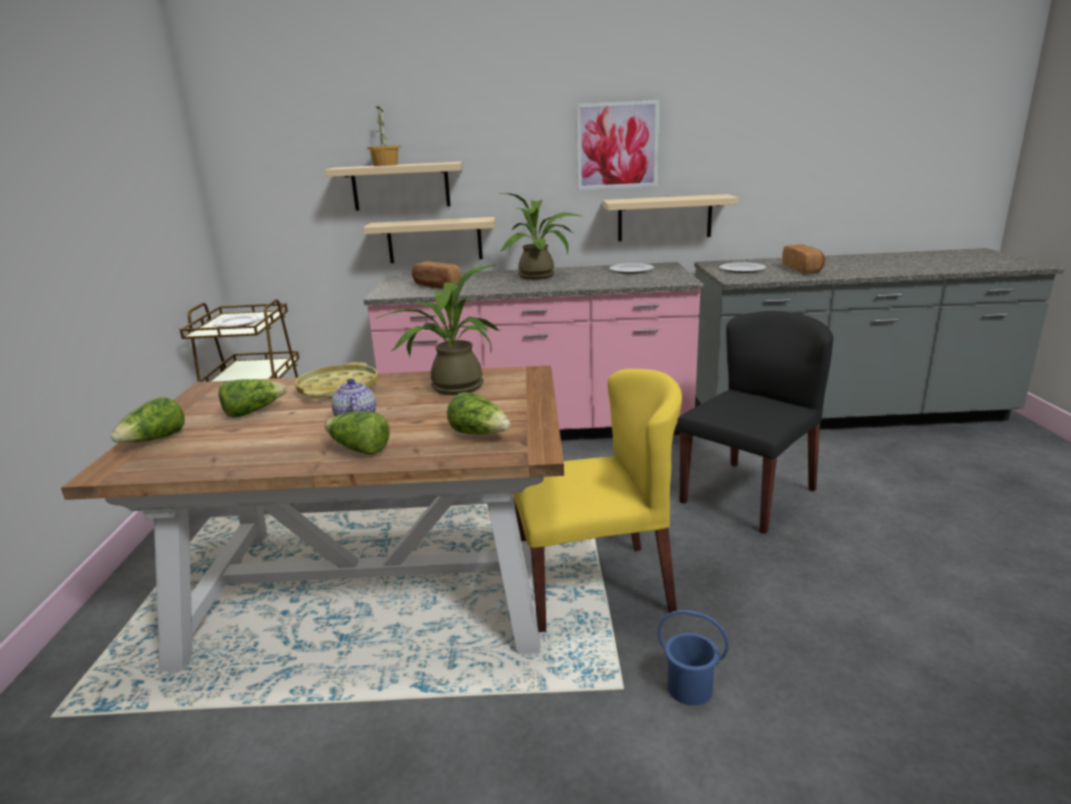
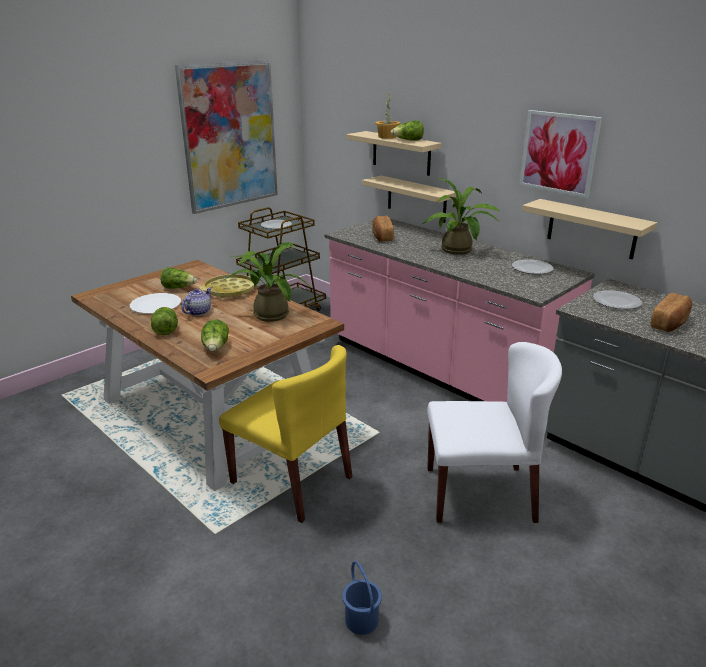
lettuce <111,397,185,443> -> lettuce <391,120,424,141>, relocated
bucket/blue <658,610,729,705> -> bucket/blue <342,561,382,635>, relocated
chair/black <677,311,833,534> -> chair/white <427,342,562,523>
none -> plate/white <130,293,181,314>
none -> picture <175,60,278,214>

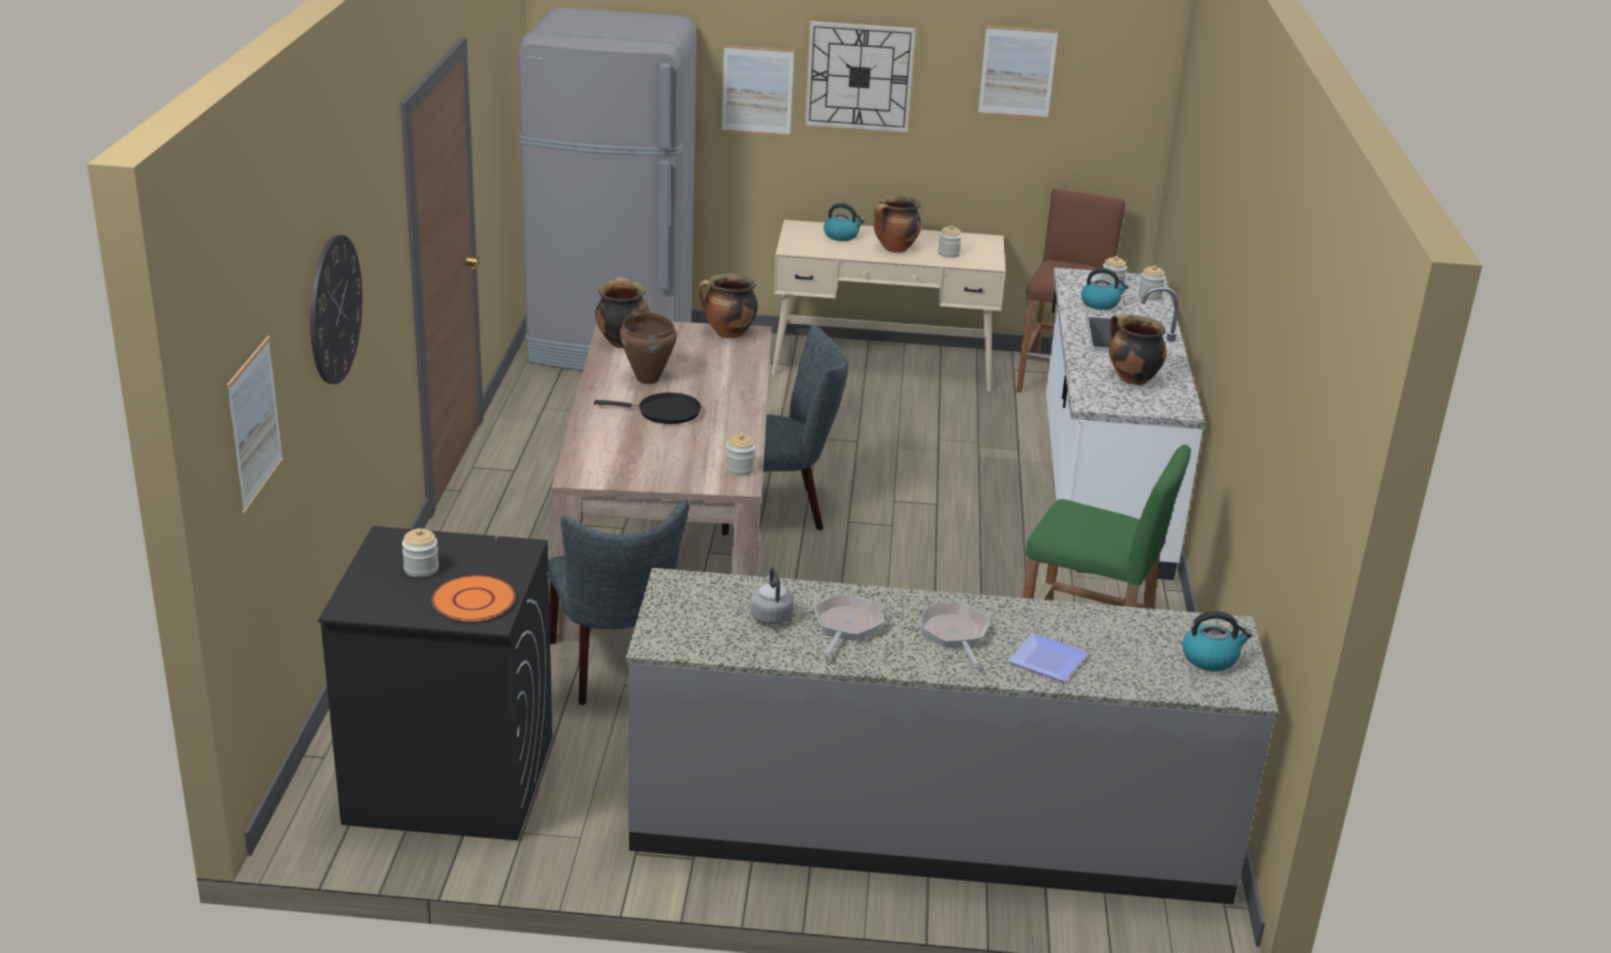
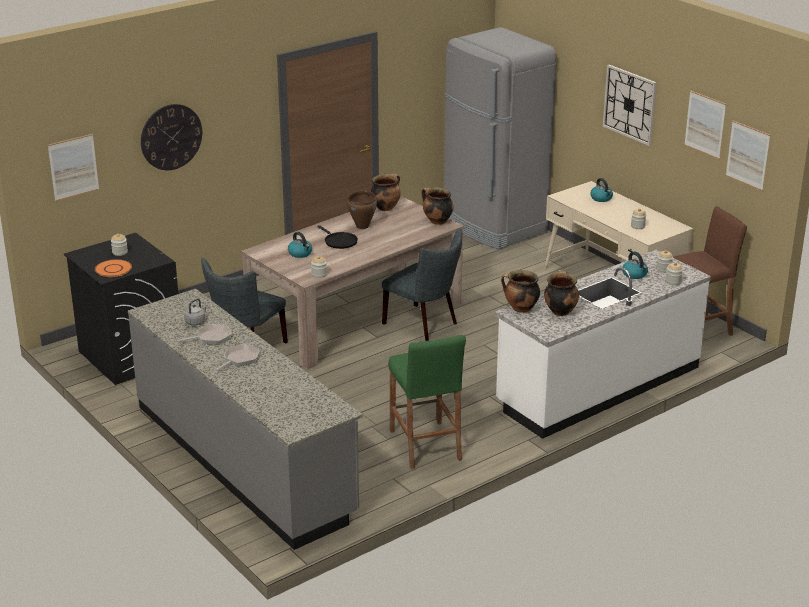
picture <722,45,794,136> -> picture <726,120,770,191>, relocated
cooking pot <874,196,921,253> -> cooking pot <501,270,540,313>, relocated
plate <1008,633,1089,682> -> none
kettle <1183,611,1252,671> -> kettle <288,232,312,258>, relocated

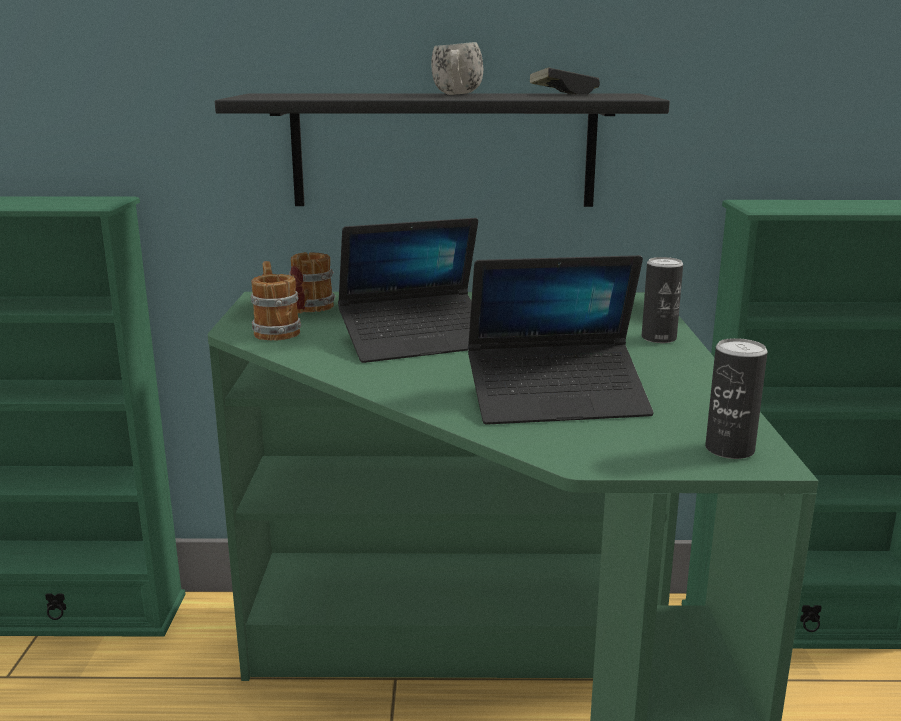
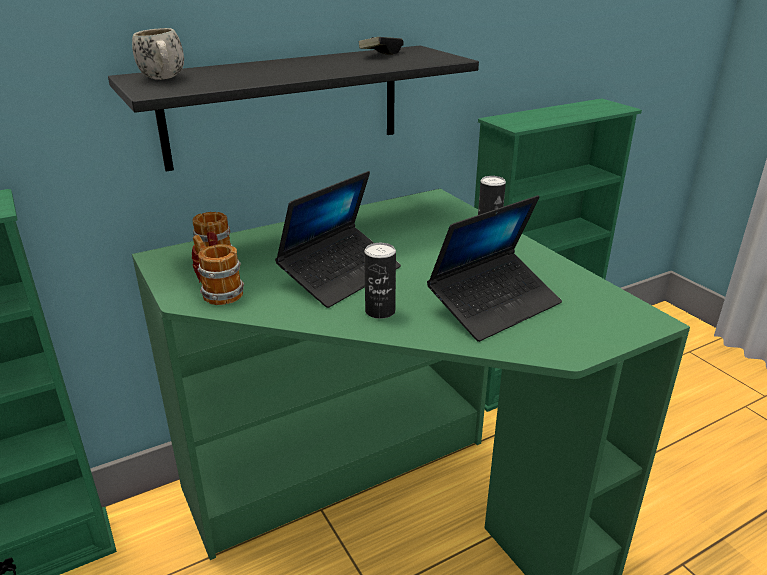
mug/white <431,42,483,95> -> mug/white <132,28,184,80>, relocated
can <705,338,767,459> -> can <364,243,396,319>, relocated

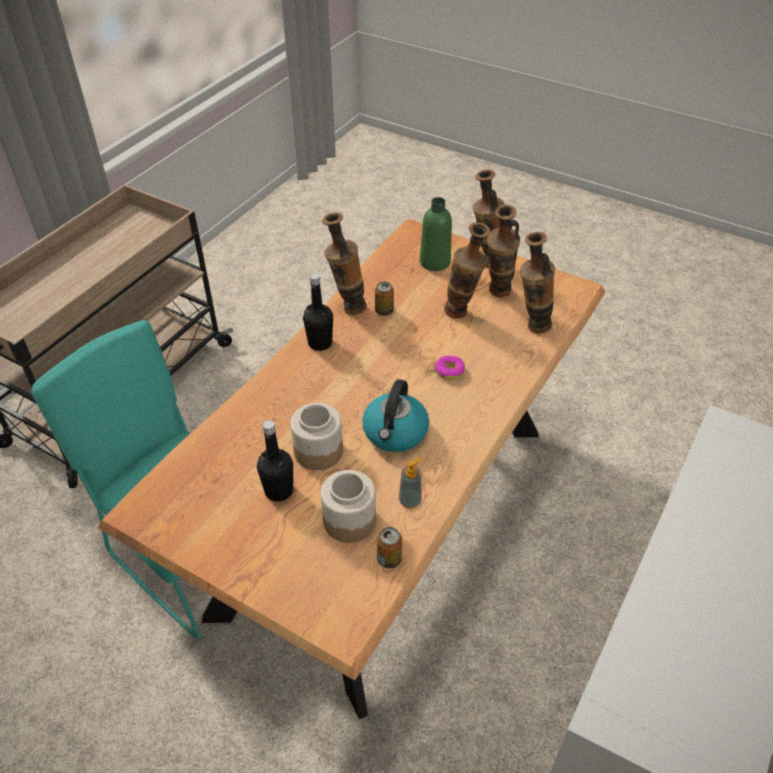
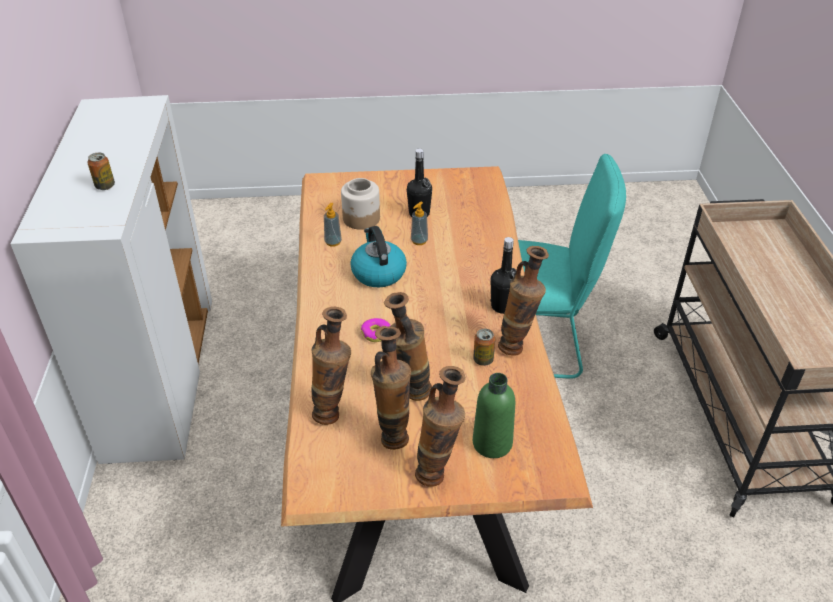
jar <290,403,343,470> -> soap dispenser <411,202,428,245>
can <377,527,402,569> -> can <87,153,115,190>, relocated

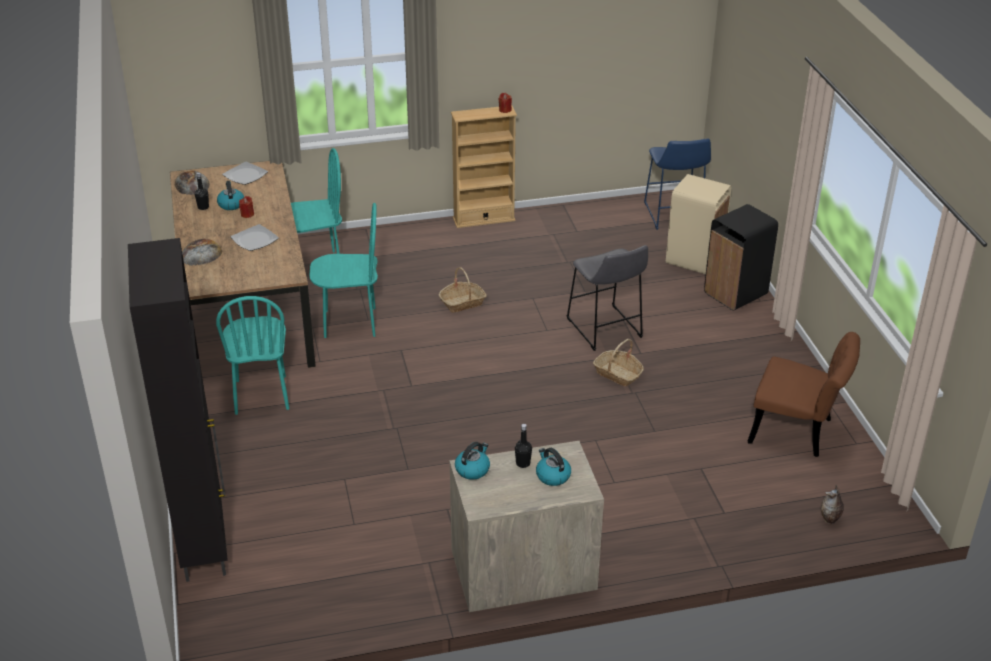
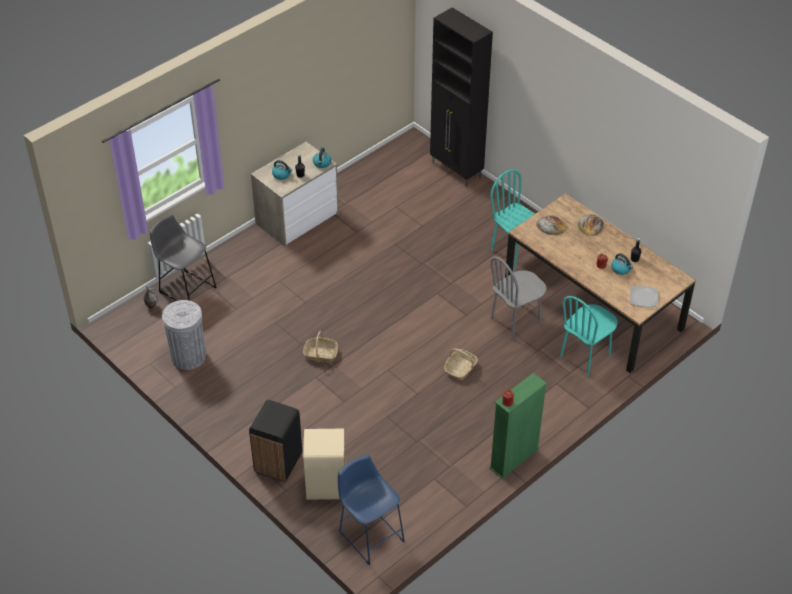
bread <175,171,210,195> -> bread <536,215,567,235>, relocated
plate <231,224,279,251> -> none
chair/turquoise <309,203,378,338> -> chair/grey <491,257,547,340>
bookcase/beige <451,106,517,228> -> bookcase/green <489,373,547,478>
stool/grey <566,245,648,351> -> stool/grey <150,214,217,301>, relocated
chair/brown <748,332,860,457> -> trash can/grey <162,300,206,370>

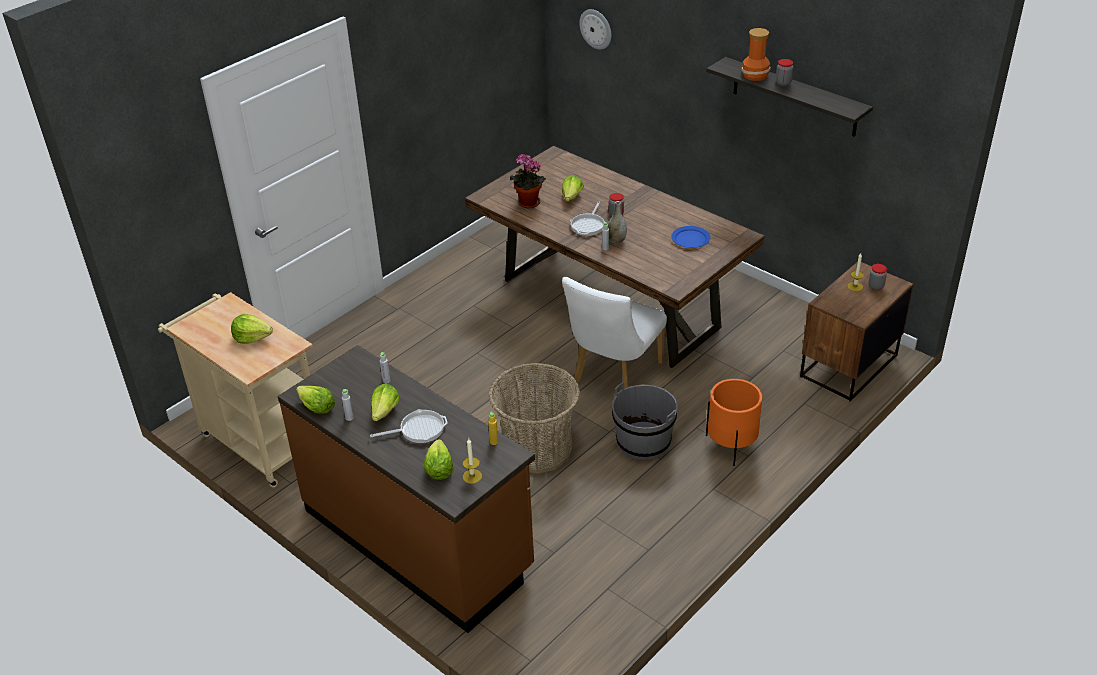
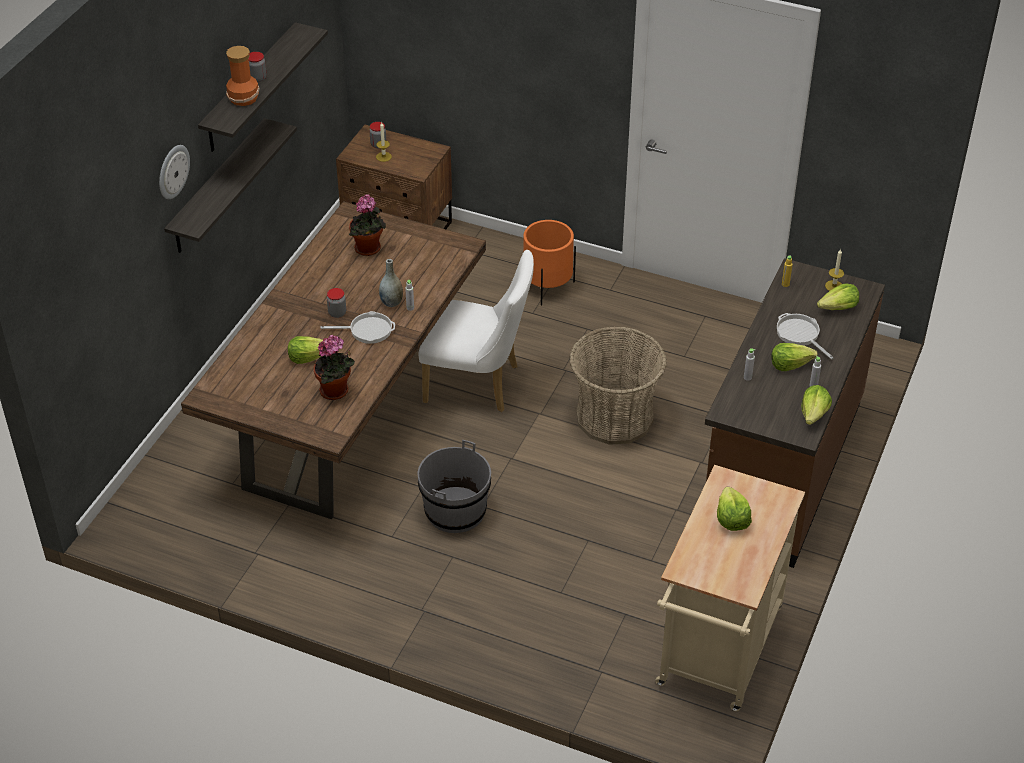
wall clock <579,9,611,49> -> wall clock <159,145,190,199>, relocated
bucket/grey <612,382,678,460> -> bucket/grey <417,440,491,533>, relocated
plate/blue <672,226,710,248> -> potted plant <349,194,386,256>
none -> shelf <164,118,297,253>

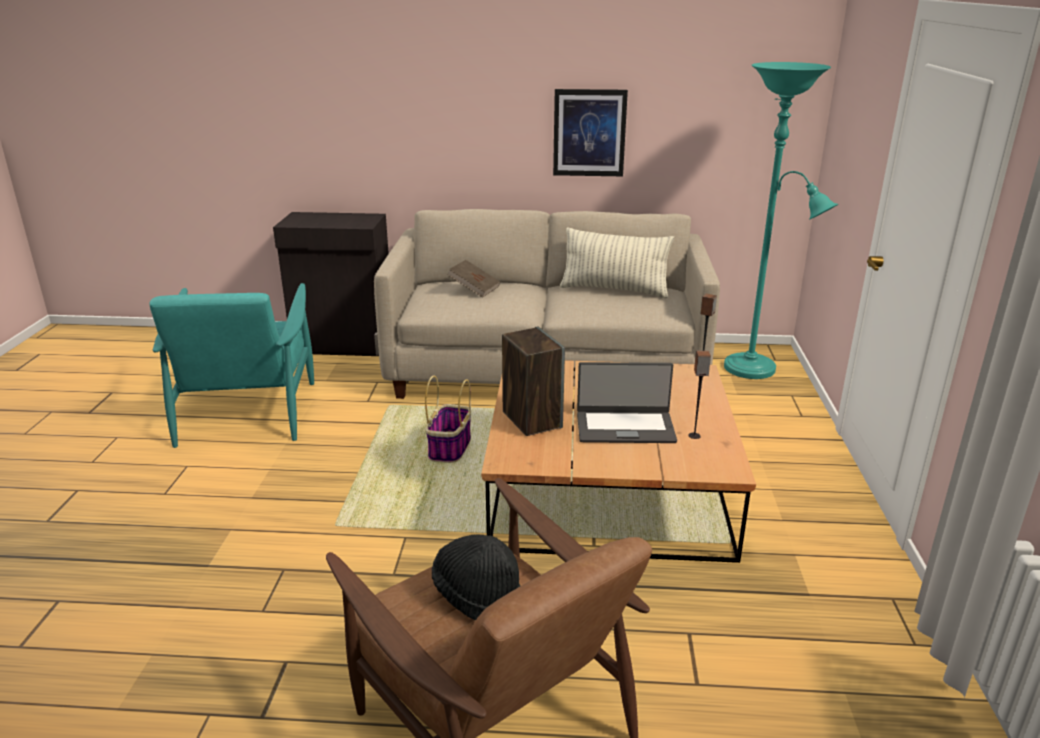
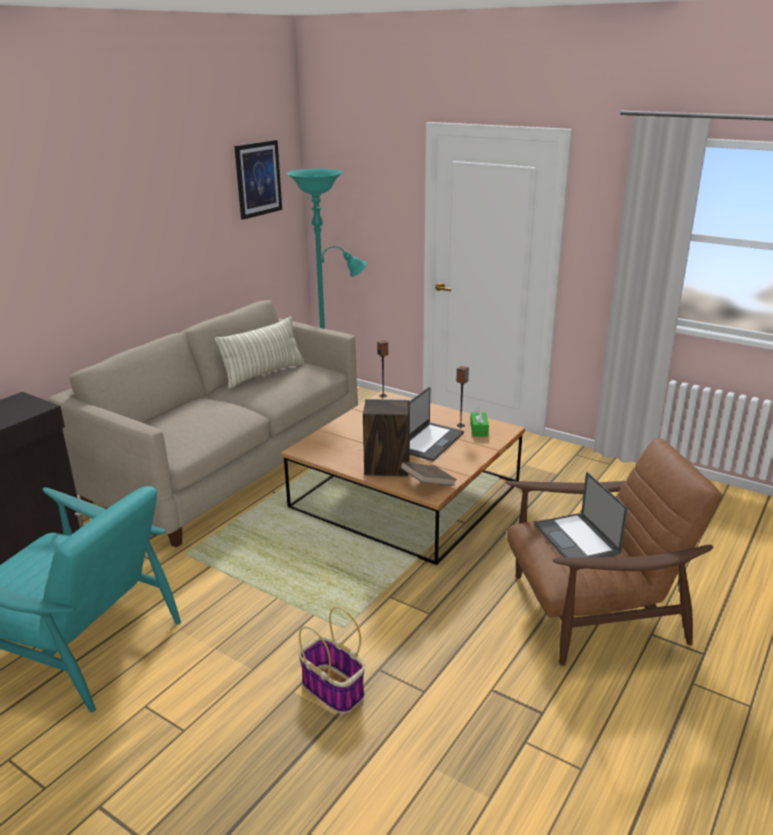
basket <425,376,471,463> -> basket <298,607,365,714>, relocated
hat/black <432,534,520,620> -> laptop <534,472,628,557>
book/brown <447,260,500,298> -> book/brown <401,462,457,486>, relocated
picture <553,89,628,176> -> picture <234,140,282,220>, relocated
none -> tissue box/green <470,407,489,436>

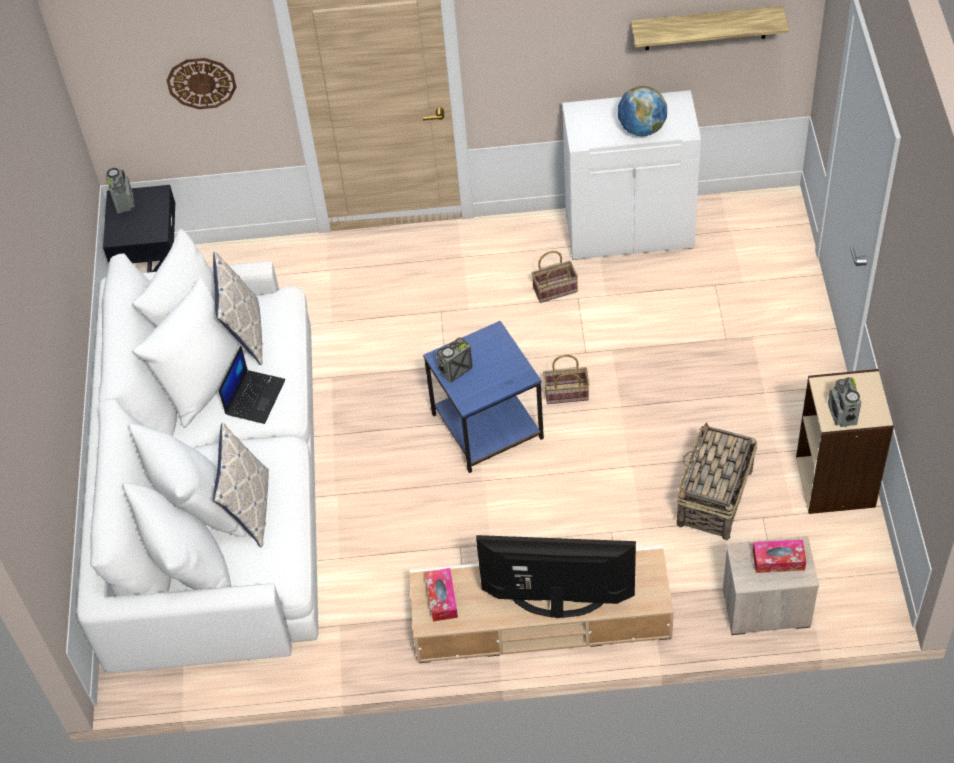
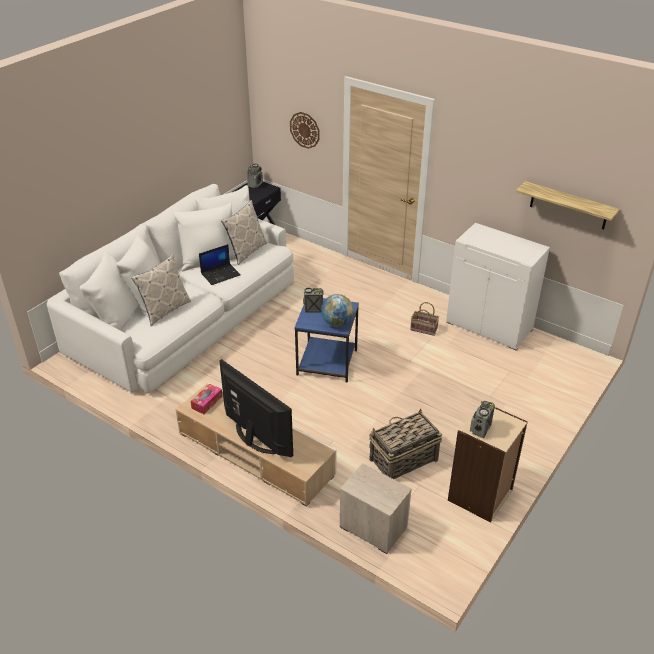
basket <543,355,589,404> -> none
globe <618,86,667,136> -> globe <321,294,353,327>, relocated
tissue box <753,540,806,573> -> none

